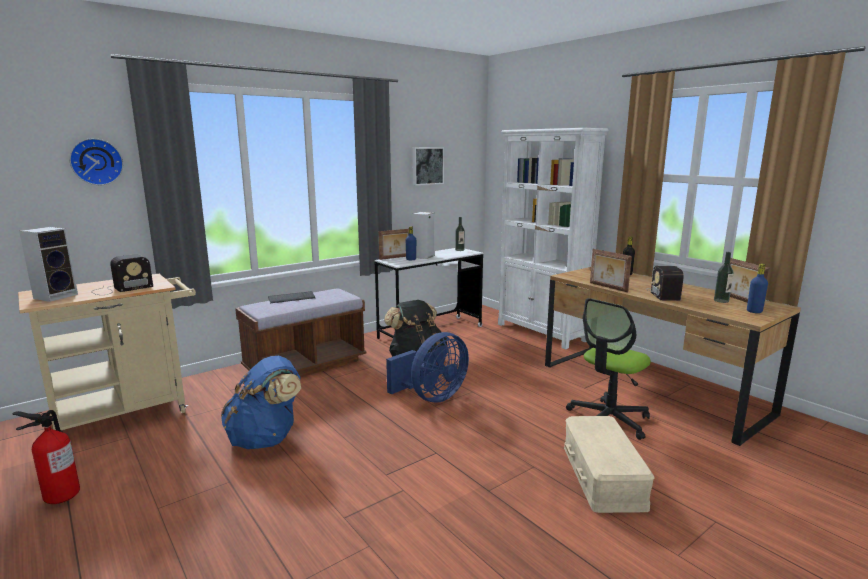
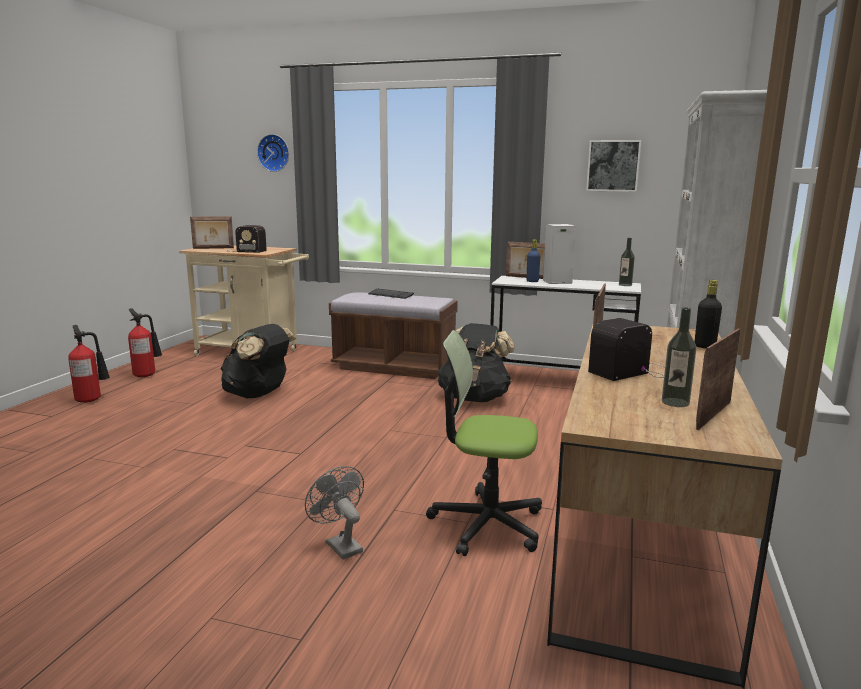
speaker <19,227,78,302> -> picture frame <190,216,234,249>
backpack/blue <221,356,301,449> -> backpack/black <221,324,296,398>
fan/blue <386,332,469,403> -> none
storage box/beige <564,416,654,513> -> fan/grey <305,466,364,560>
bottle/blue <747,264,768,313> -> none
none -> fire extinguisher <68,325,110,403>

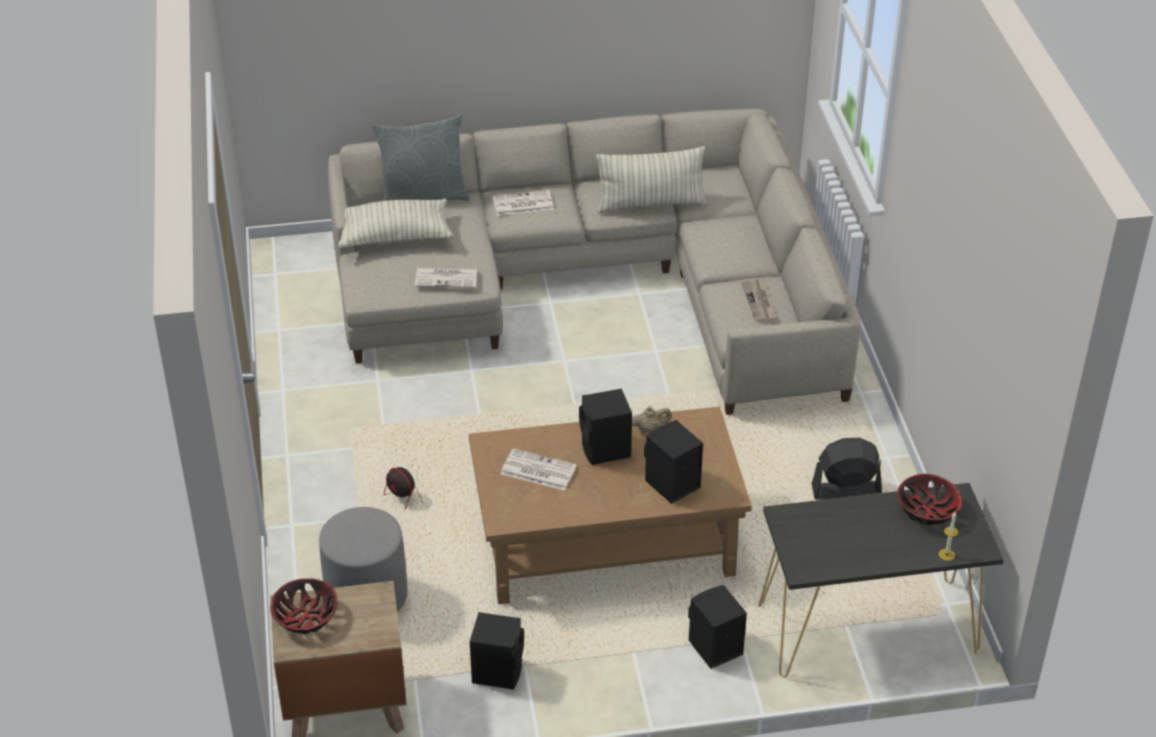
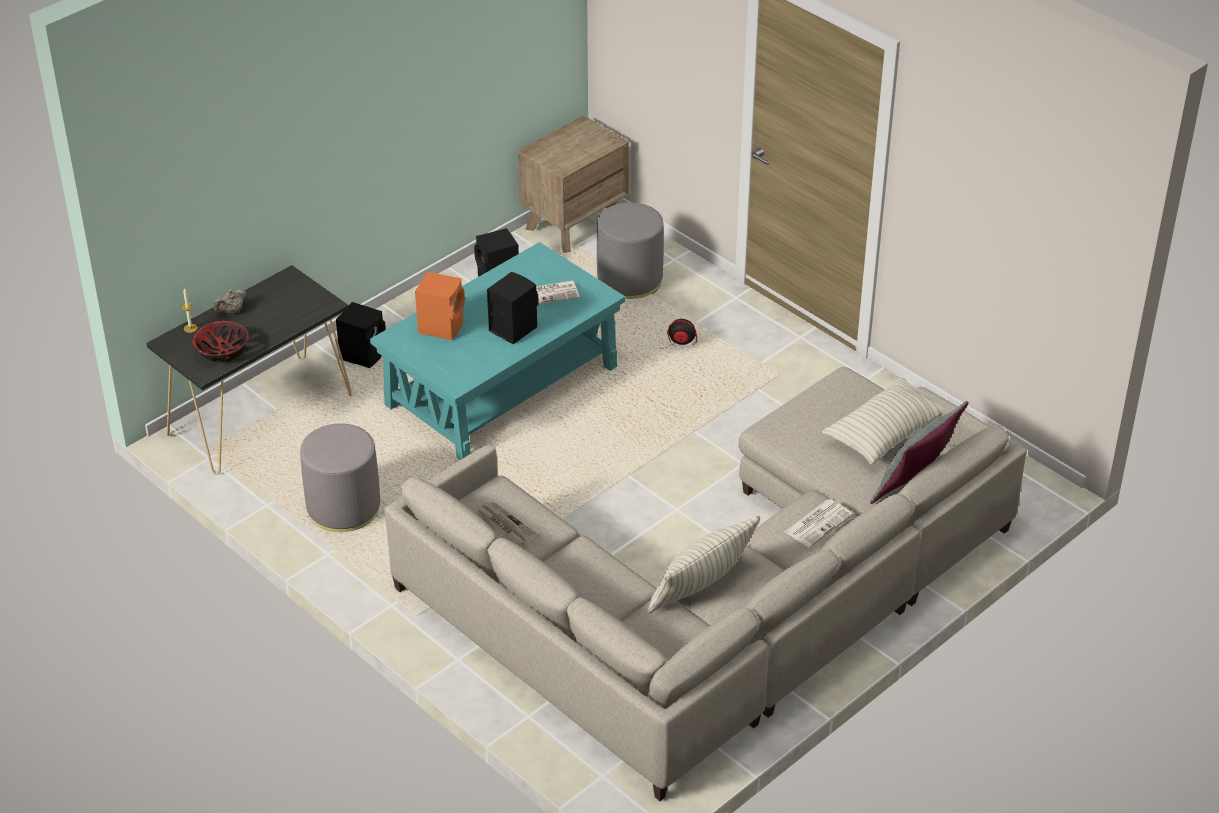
bowl <270,578,338,634> -> none
newspaper <415,268,477,288> -> none
coffee table/brown <469,406,752,604> -> coffee table/turquoise <370,242,625,460>
teapot/beige <632,406,672,433> -> teapot/beige <214,289,247,314>, relocated
speaker/black <644,420,703,504> -> speaker/orange <415,272,465,340>
fan/black <812,438,882,500> -> ottoman/grey <300,423,380,532>

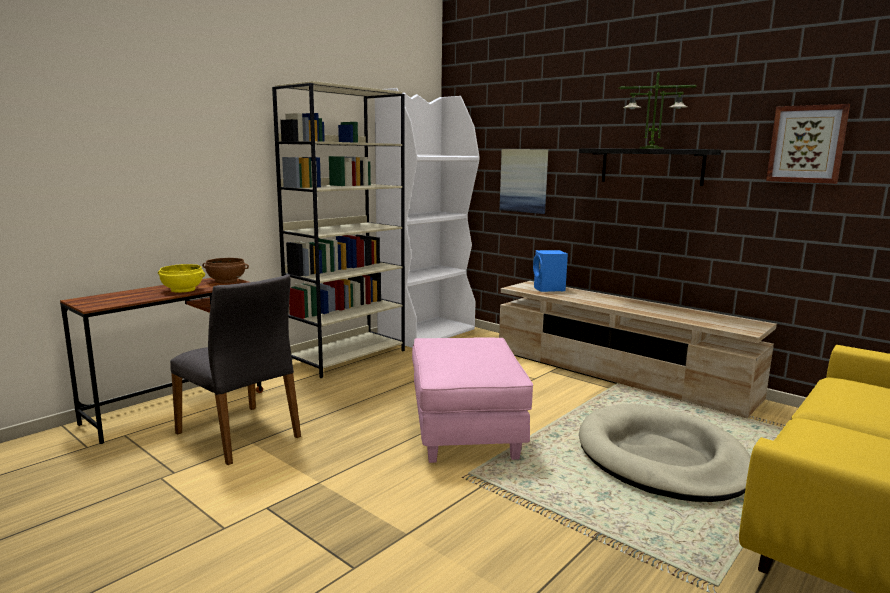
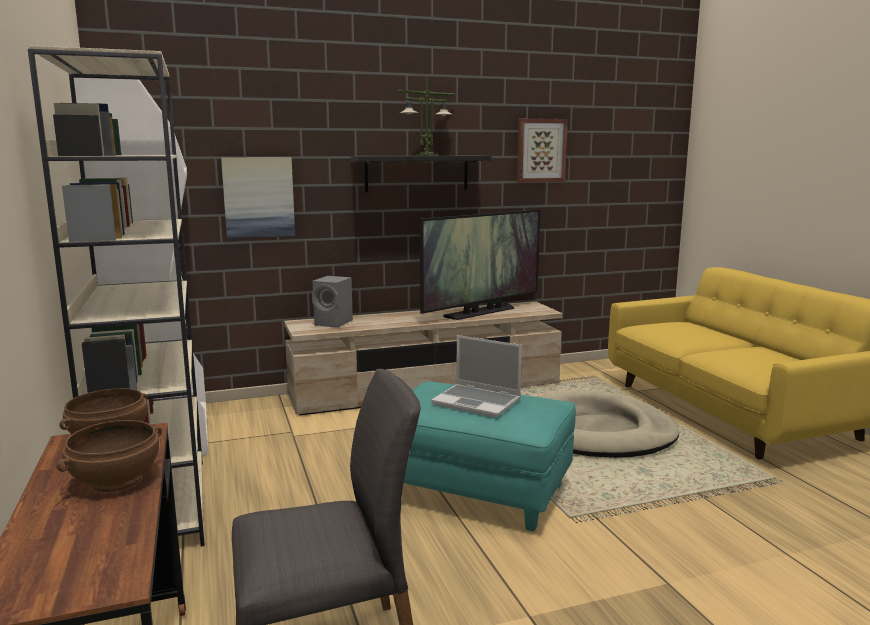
bowl/yellow <158,264,205,293> -> bowl/brown <56,420,162,492>
ottoman/pink <412,337,533,463> -> ottoman/turquoise <404,381,576,532>
speaker/blue <533,250,568,292> -> speaker/grey <312,276,353,327>
none -> television <420,210,540,320>
none -> laptop <431,335,522,418>

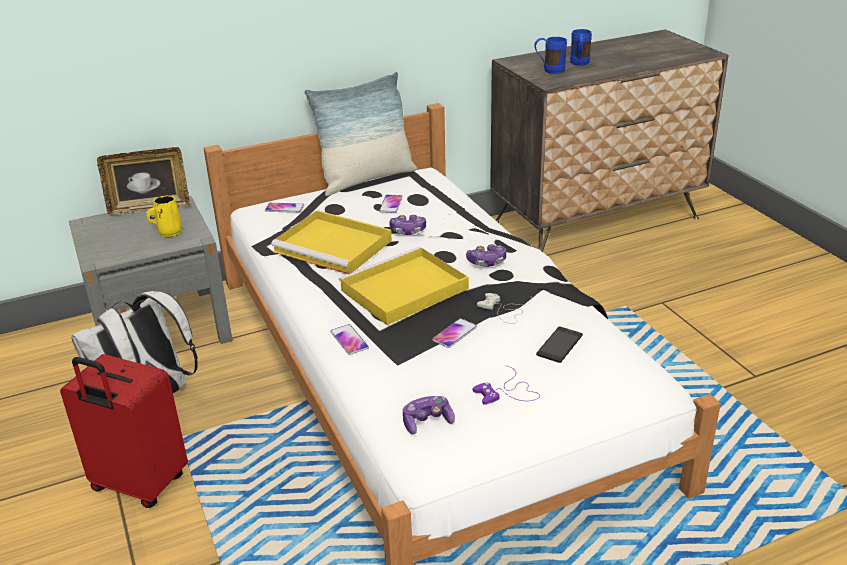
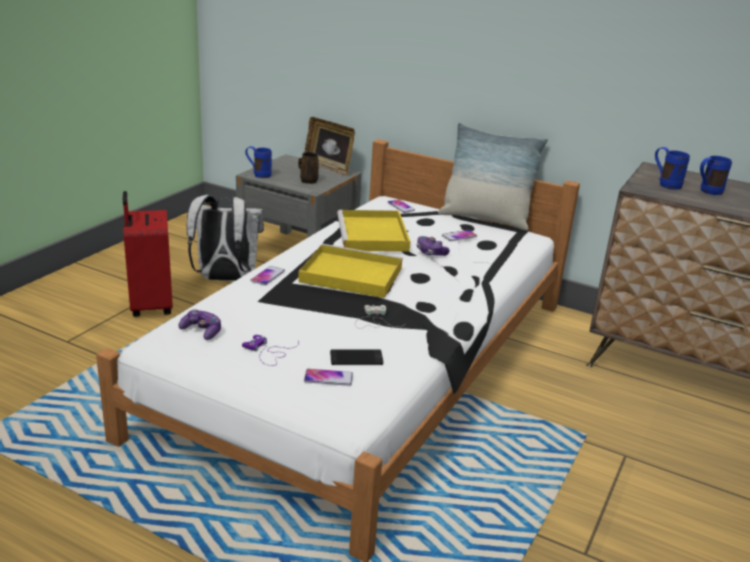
mug/yellow <146,196,182,237> -> mug/brown <298,152,319,184>
phone <432,319,477,348> -> phone <304,369,353,386>, relocated
game controller <466,244,506,267> -> none
none -> mug/blue <245,146,272,178>

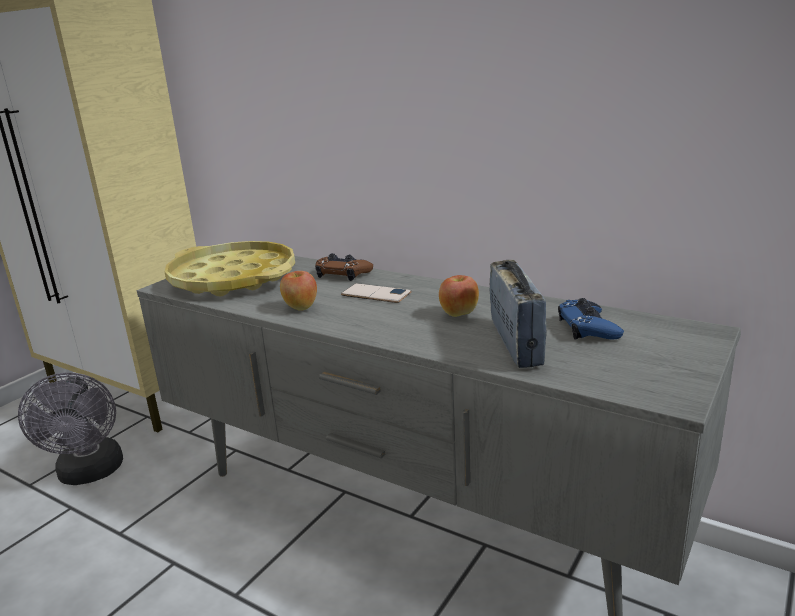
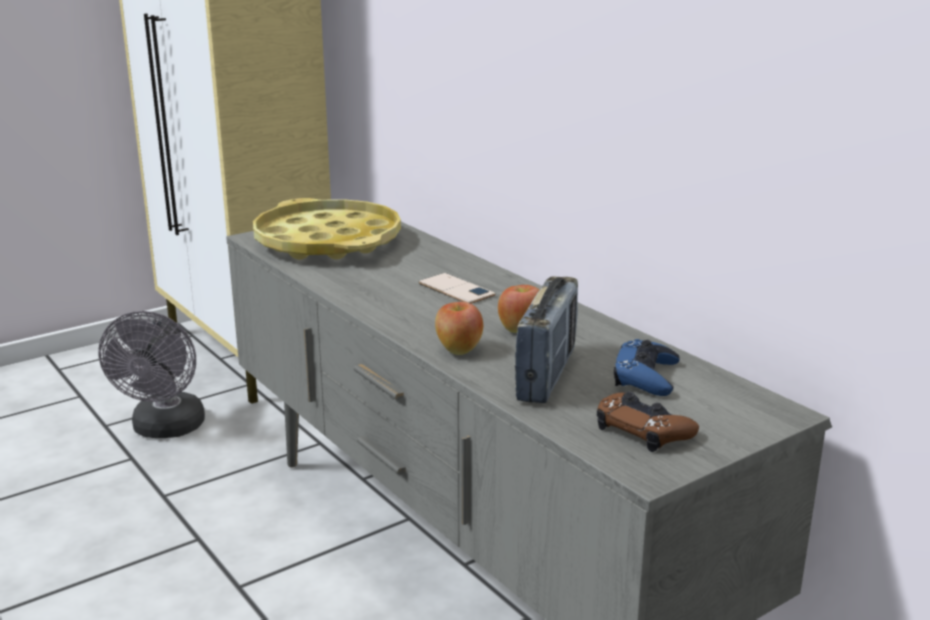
apple <280,271,317,311> -> apple <435,302,483,355>, relocated
game controller/brown <315,253,373,281> -> game controller/brown <597,392,699,452>, relocated

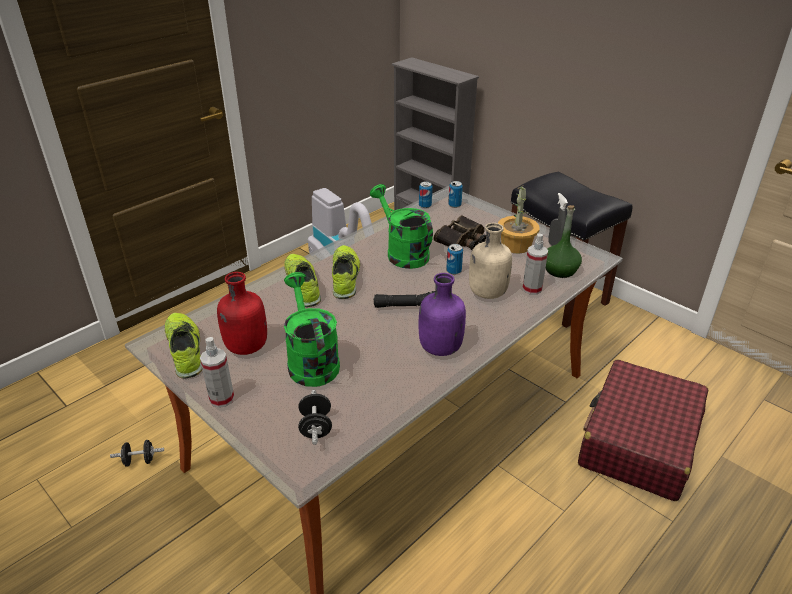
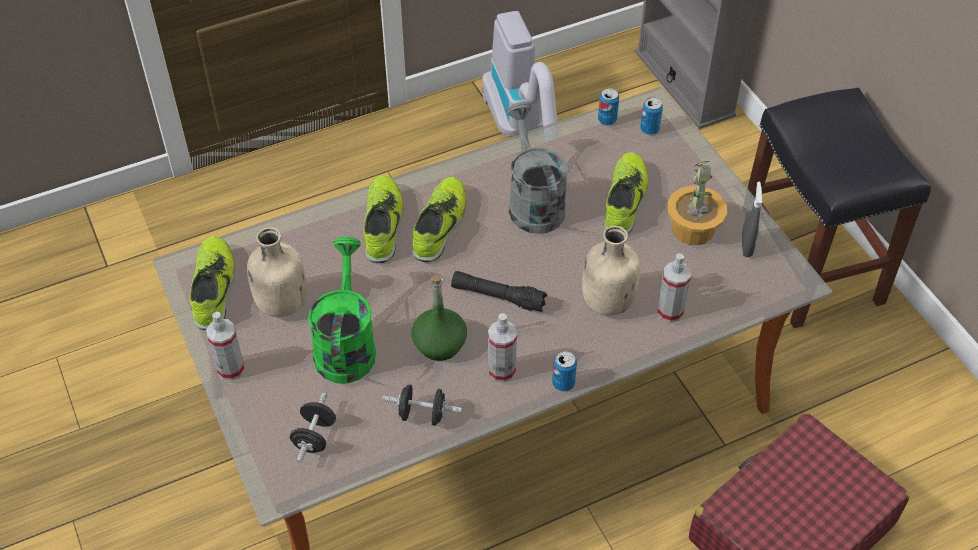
dumbbell/black <110,440,164,467> -> dumbbell/black <382,384,462,426>, relocated
bottle/red <217,272,267,355> -> bottle/beige <247,227,307,317>
watering can/green <370,184,433,269> -> watering can/grey <506,102,568,234>
bottle/purple <419,273,466,356> -> spray bottle <488,313,517,382>
binoculars <434,215,486,250> -> shoe <603,152,648,234>
can <446,244,463,275> -> can <552,351,577,391>, relocated
bottle/green <546,205,582,278> -> bottle/green <412,275,467,361>, relocated

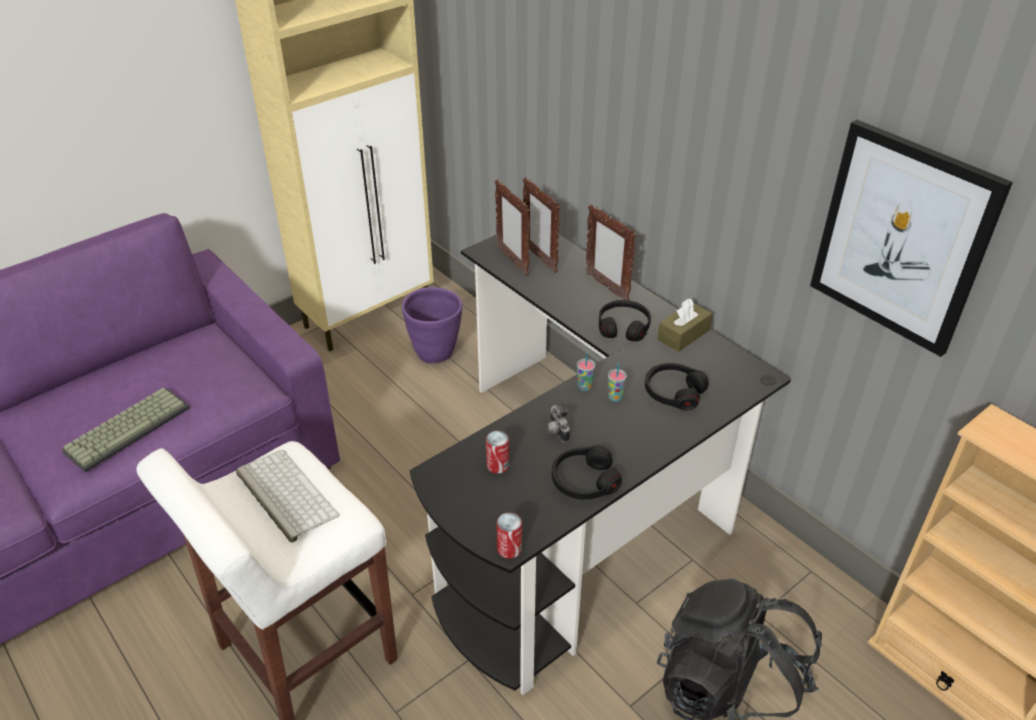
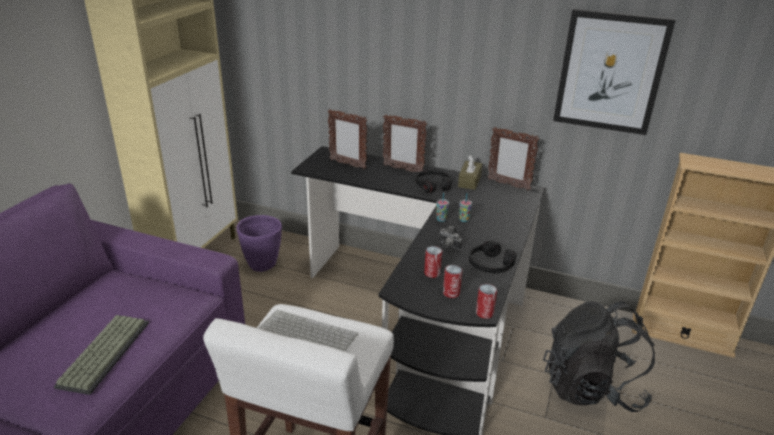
picture frame <495,180,530,276> -> picture frame <488,127,539,190>, relocated
headphones/black <645,363,709,411> -> none
none -> can <443,265,462,298>

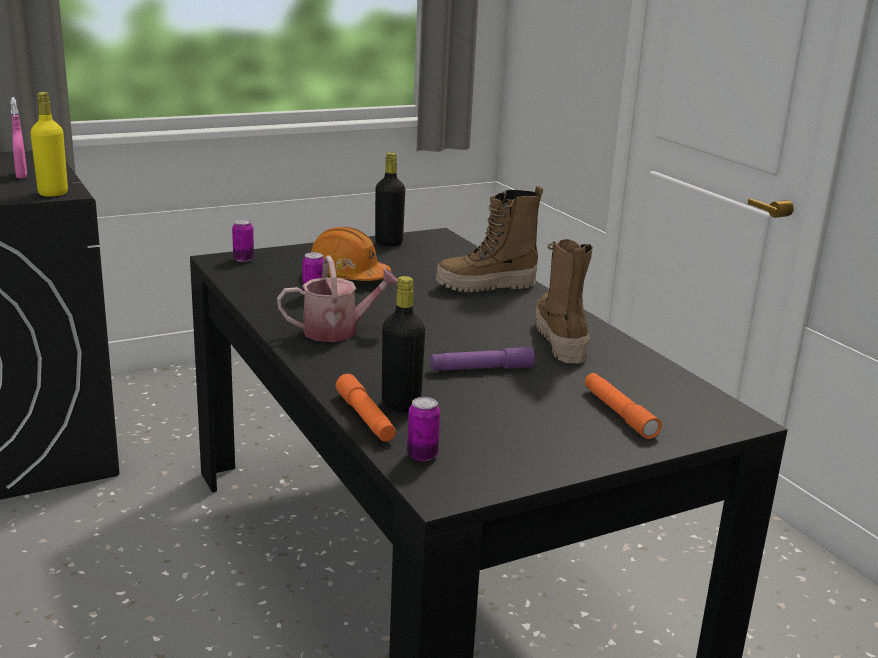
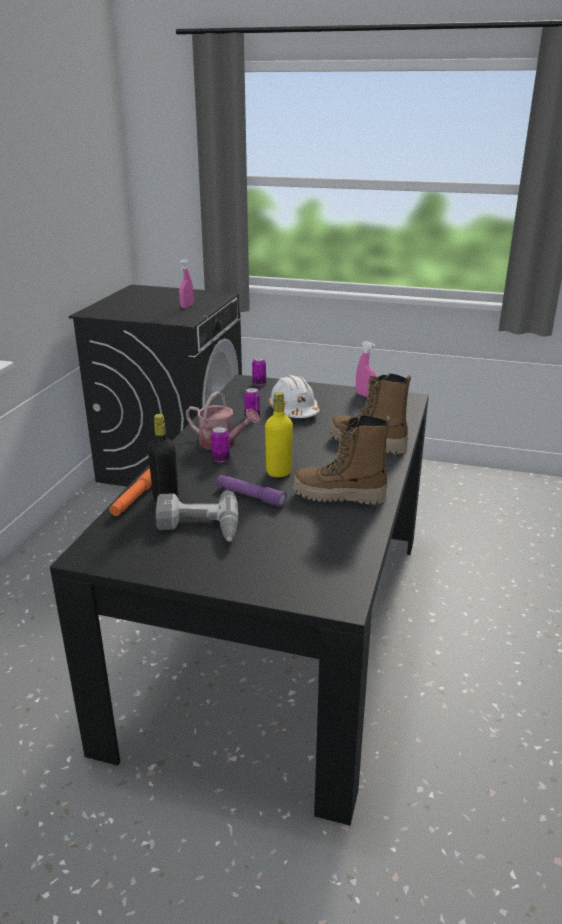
bottle/yellow <30,92,68,197> -> bottle/yellow <265,392,293,477>, relocated
hard hat/orange <311,227,391,281> -> hard hat/white <268,375,320,418>
bottle/black <375,153,405,246> -> spray bottle/pink <356,341,376,397>
can <407,397,440,461> -> can <211,427,230,463>, relocated
boot <536,239,593,363> -> boot <293,415,391,505>, 120 degrees counterclockwise
flashlight/orange <585,373,662,439> -> none
none -> power drill <156,491,239,542>

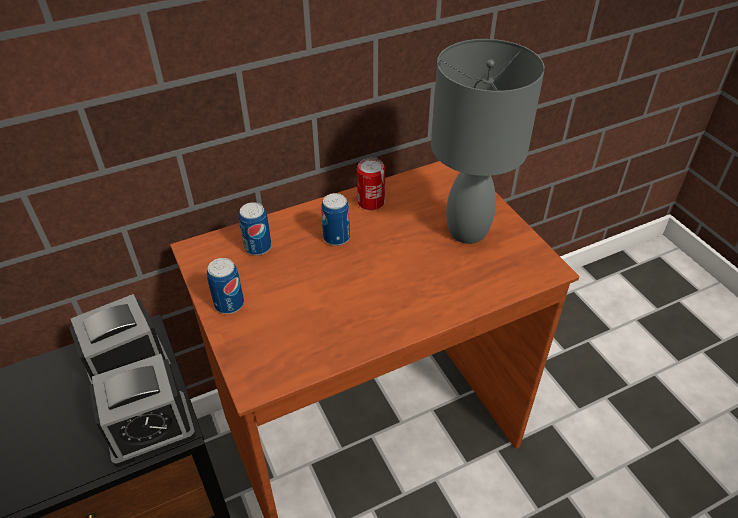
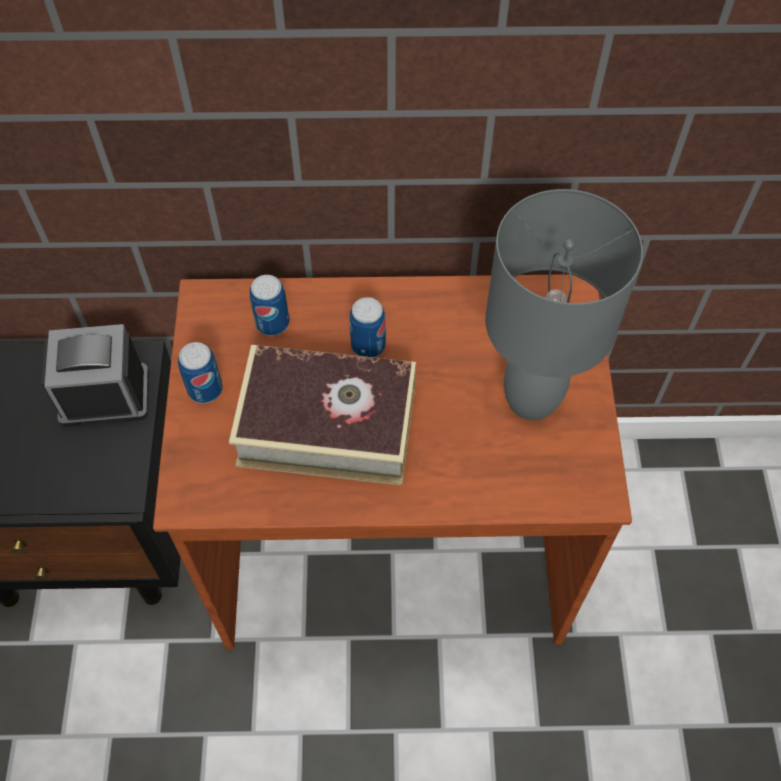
alarm clock <89,354,196,467> -> none
can <357,158,385,210> -> none
none -> book <229,345,416,485>

